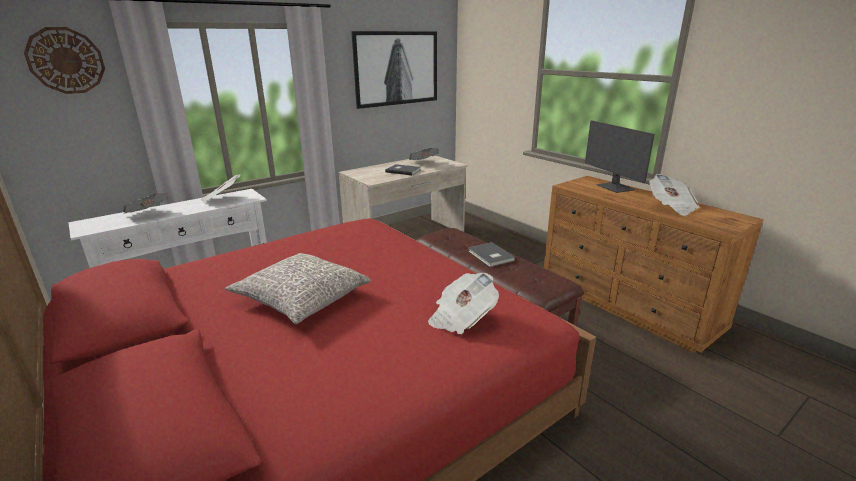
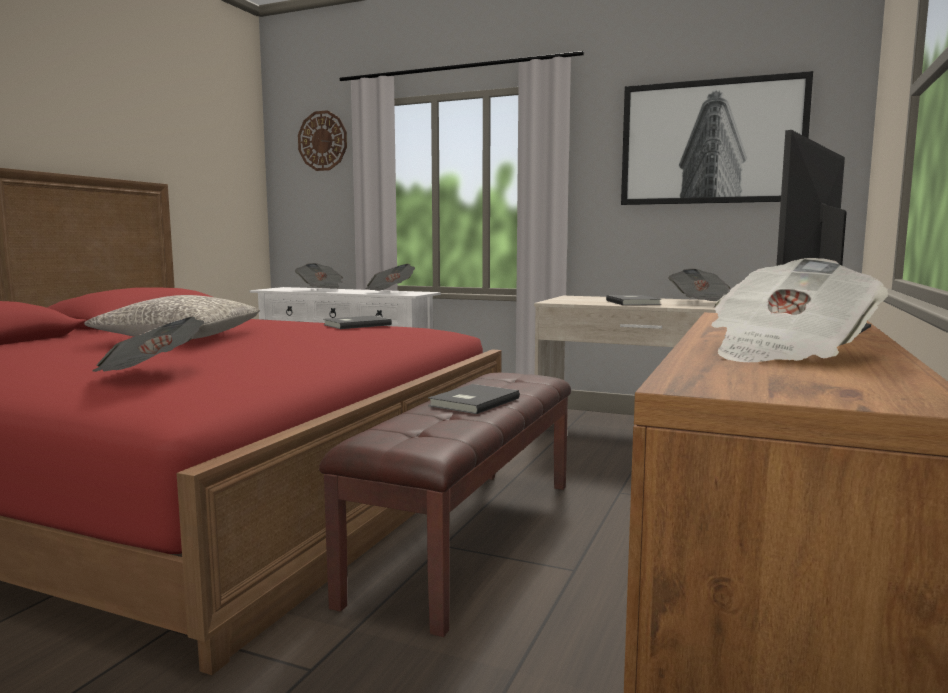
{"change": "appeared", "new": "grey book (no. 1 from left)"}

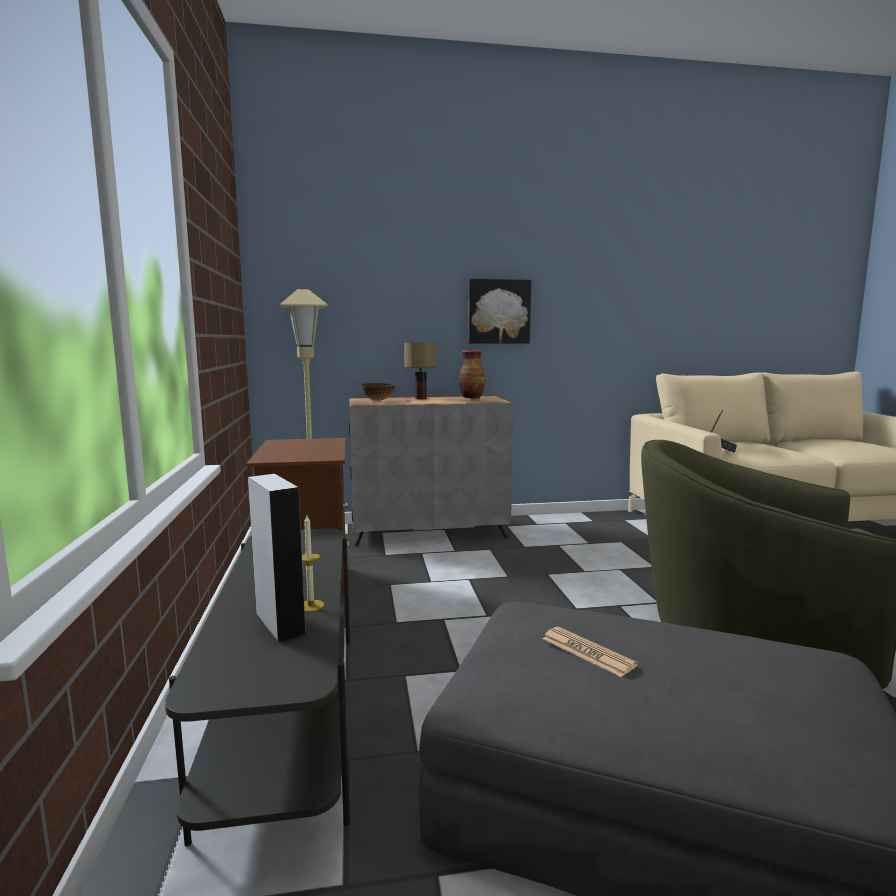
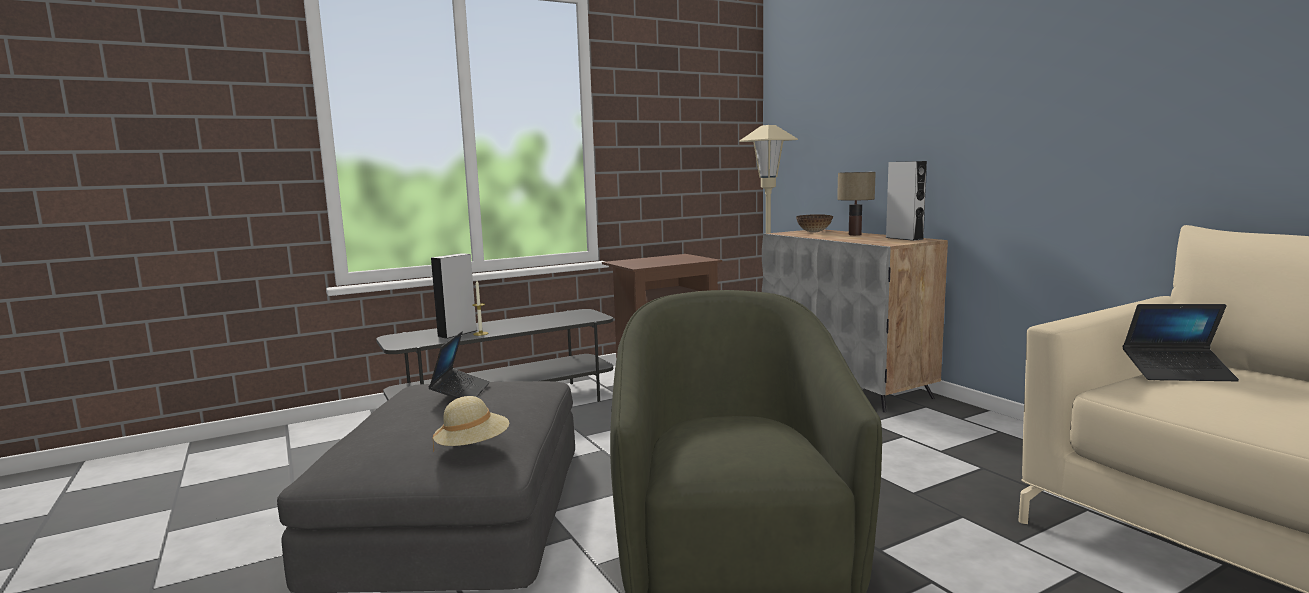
{"change": "missing", "old": "picture"}
{"change": "exchanged", "old": "vase", "new": "grey speaker (no. 2 from left)"}
{"change": "exchanged", "old": "newspaper", "new": "laptop (no. 1 from left)"}
{"change": "appeared", "new": "beige hat"}

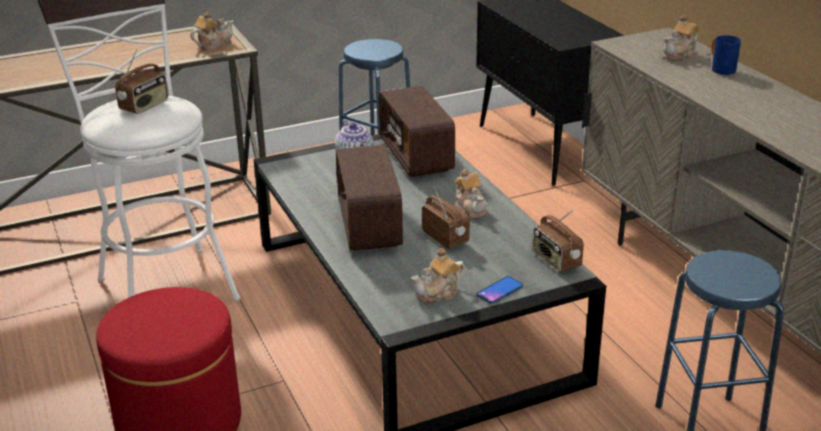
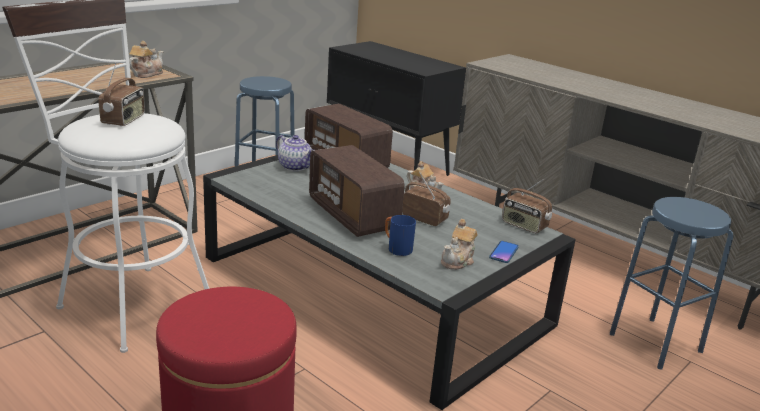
{"change": "missing", "old": "teapot (no. 5 from left)"}
{"change": "relocated", "old": "blue mug"}

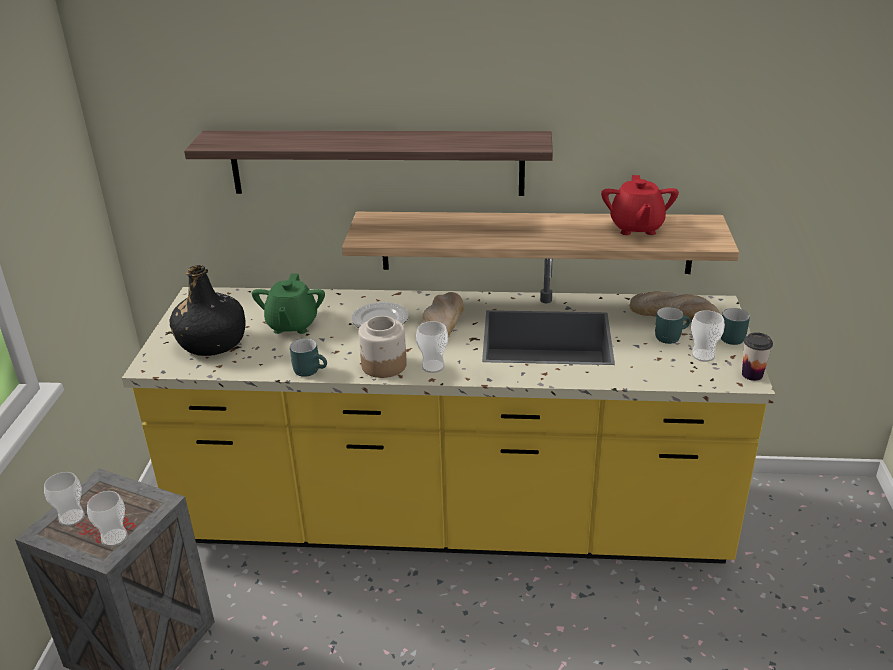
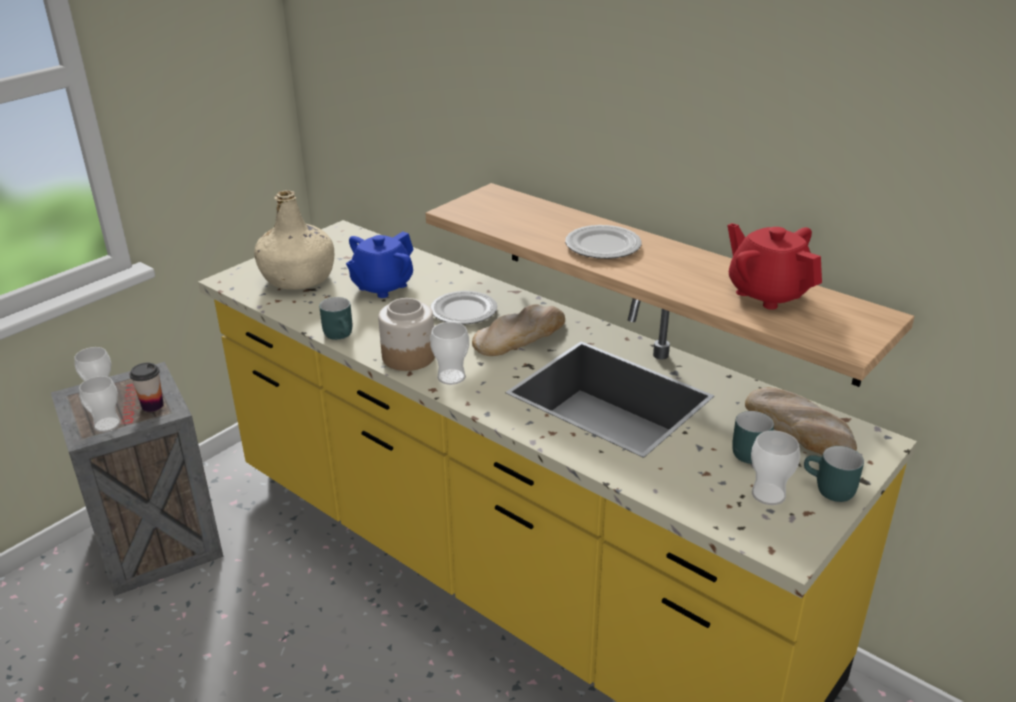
{"change": "missing", "old": "shelf (no. 1 from left)"}
{"change": "spun", "old": "red teapot", "degrees": 105}
{"change": "colour", "old": "black bottle", "new": "beige bottle"}
{"change": "colour", "old": "green teapot", "new": "blue teapot"}
{"change": "relocated", "old": "cup (no. 5 from left in the first image)", "new": "cup (no. 3 from left)"}
{"change": "appeared", "new": "plate (no. 2 from left)"}

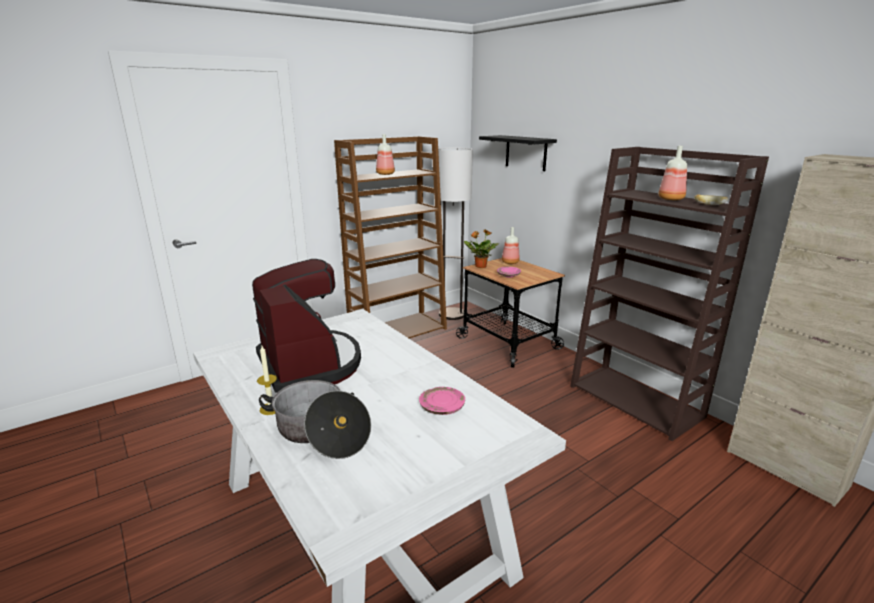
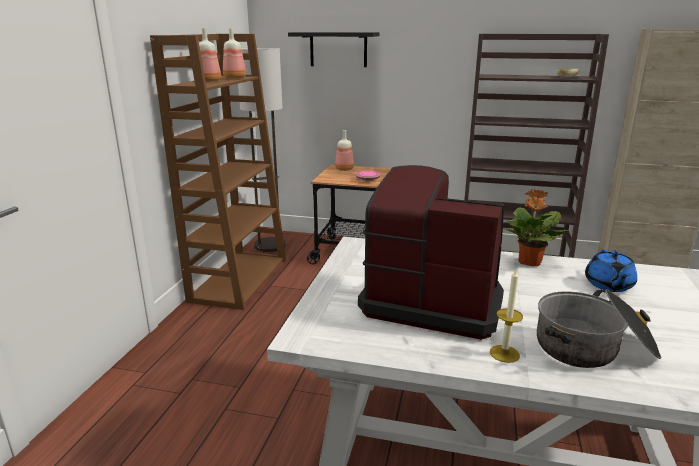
{"change": "relocated", "old": "bottle (no. 3 from left in the first image)", "new": "bottle (no. 2 from left)"}
{"change": "relocated", "old": "potted plant"}
{"change": "exchanged", "old": "pink plate (no. 1 from left)", "new": "blue teapot"}

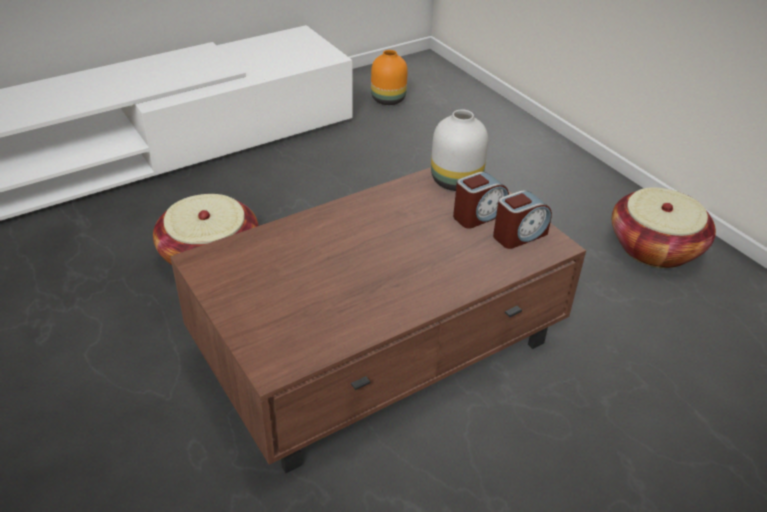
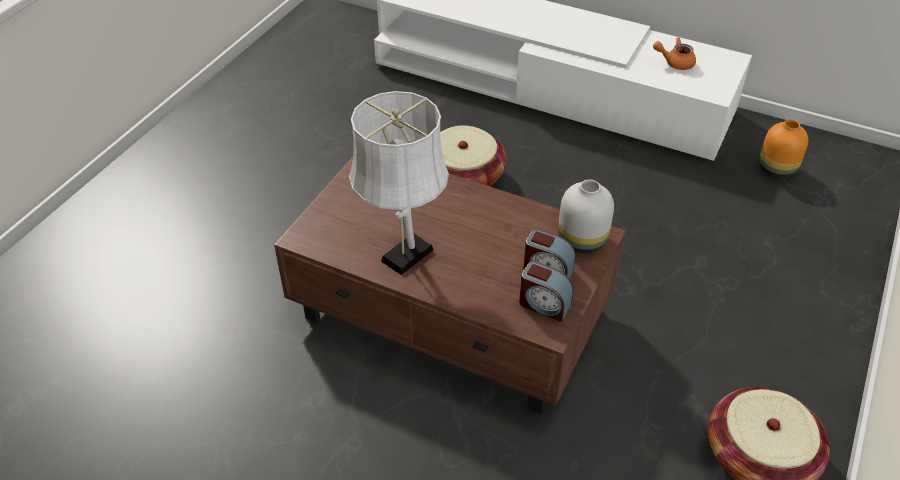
{"change": "appeared", "new": "orange teapot"}
{"change": "appeared", "new": "white table lamp"}

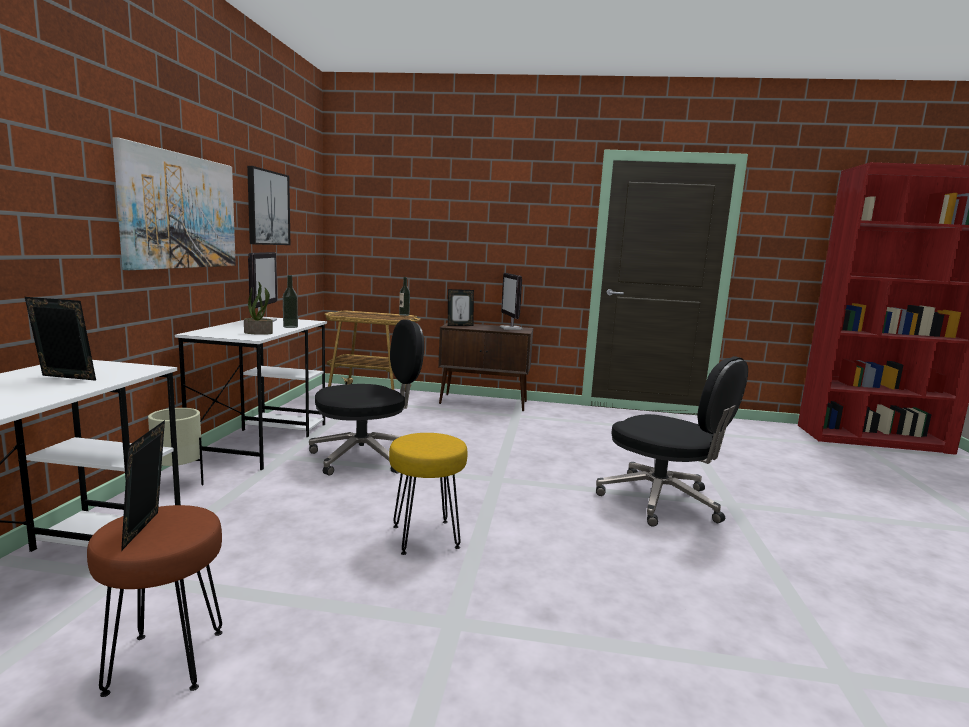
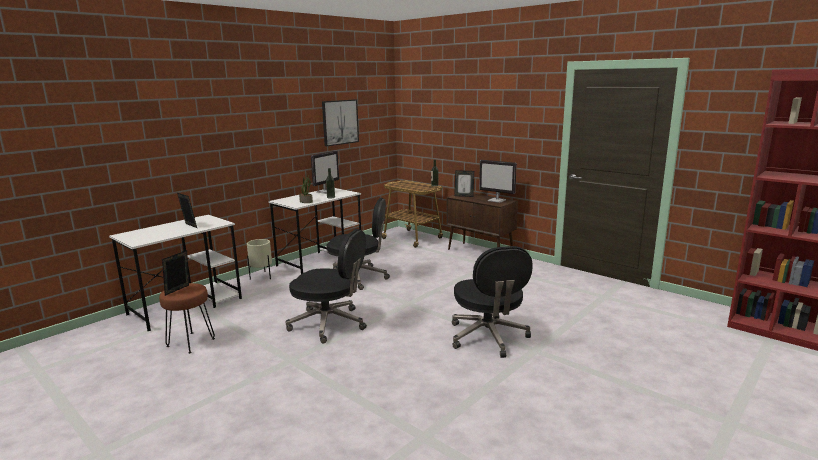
{"change": "missing", "old": "picture (no. 1 from left)"}
{"change": "spun", "old": "monitor (no. 2 from left)", "degrees": -75}
{"change": "exchanged", "old": "yellow stool", "new": "black office chair (no. 1 from left)"}

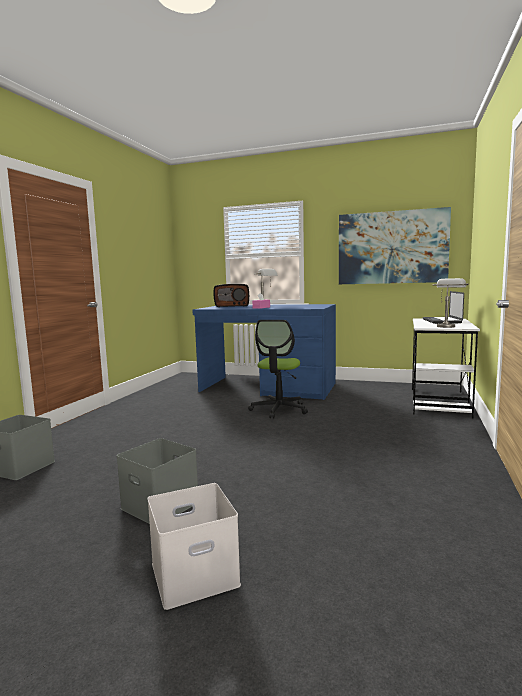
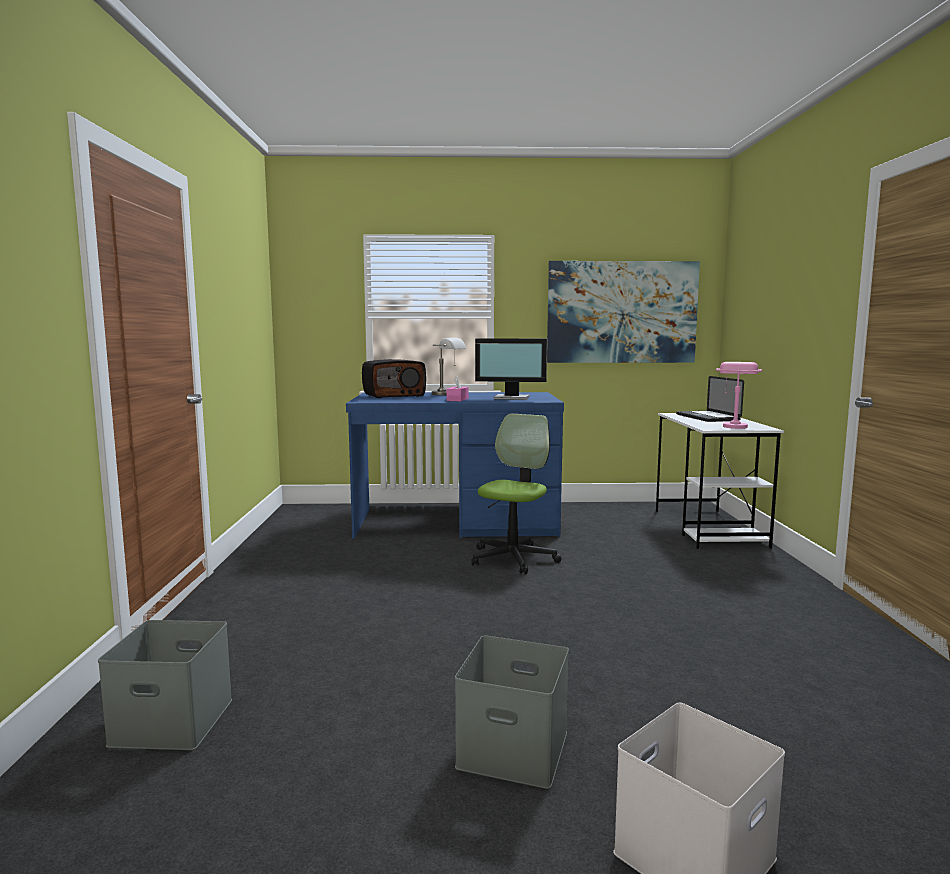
{"change": "colour", "old": "grey table lamp (no. 2 from left)", "new": "pink table lamp"}
{"change": "spun", "old": "office chair", "degrees": -150}
{"change": "appeared", "new": "monitor"}

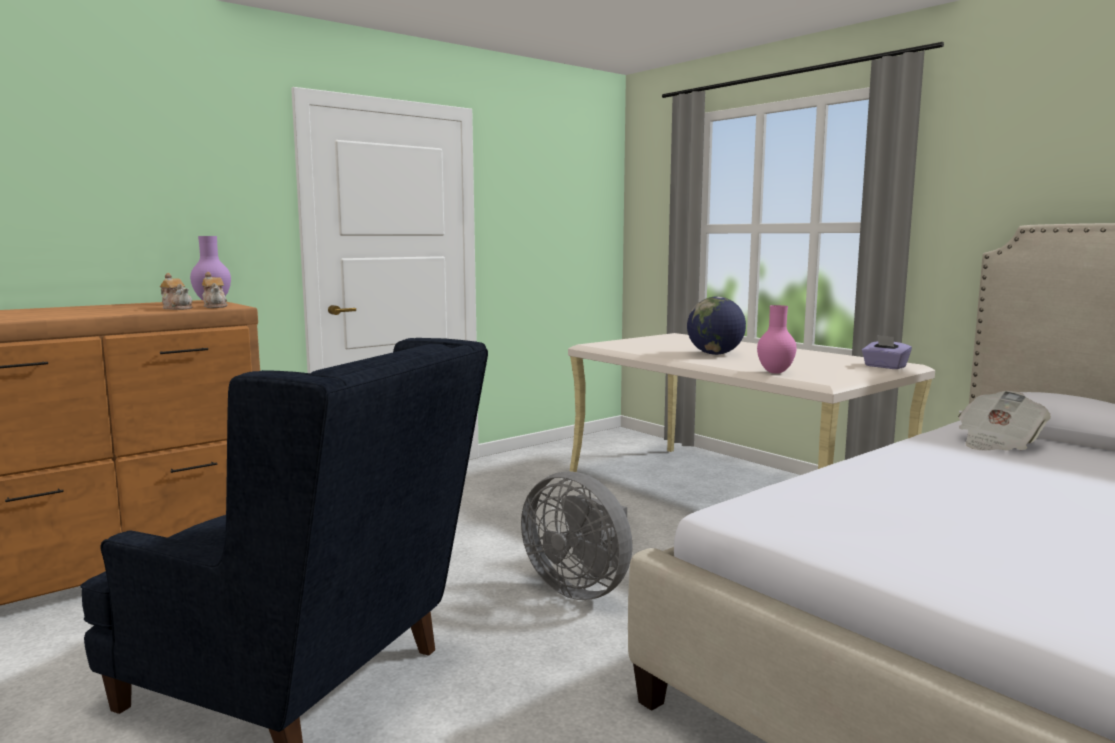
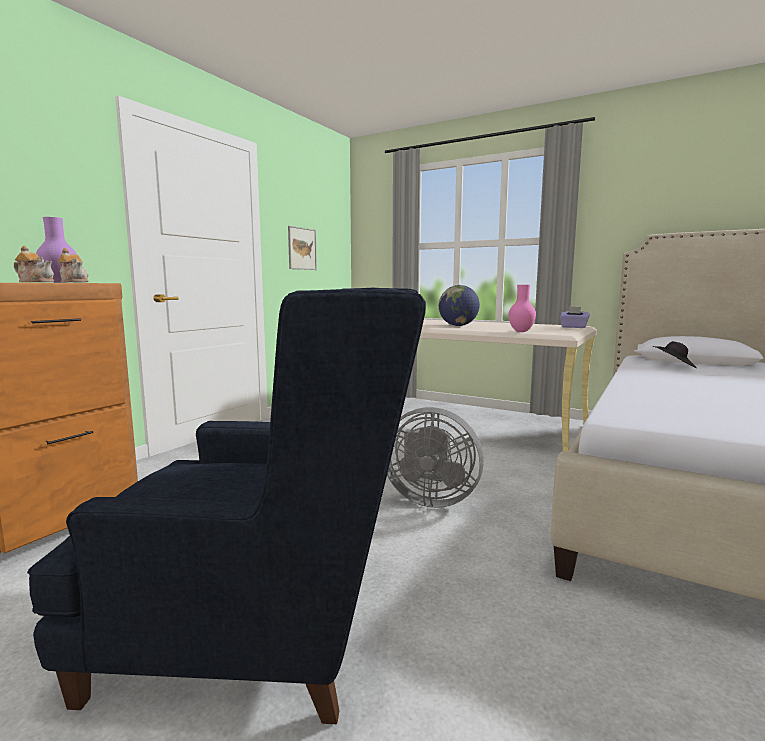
{"change": "exchanged", "old": "newspaper", "new": "black hat"}
{"change": "appeared", "new": "picture"}

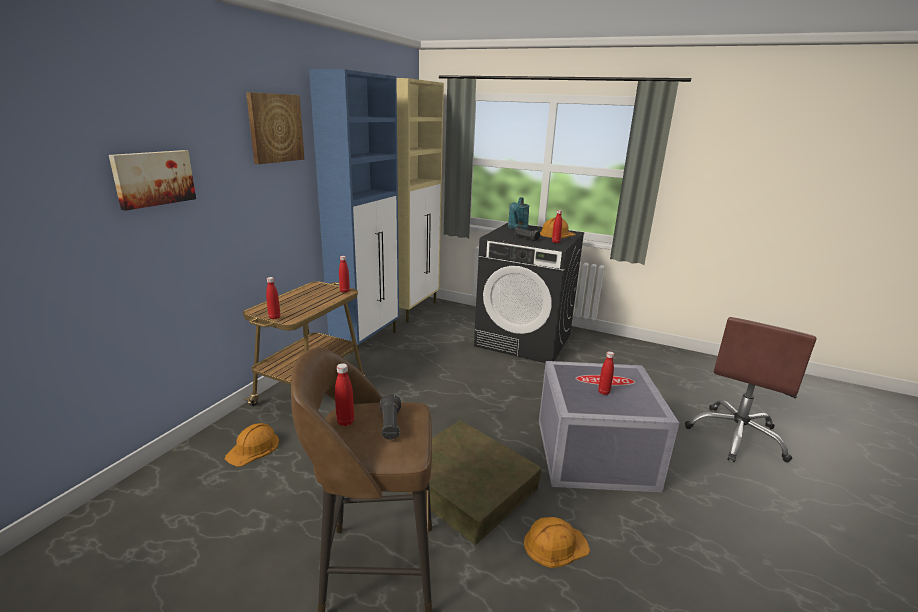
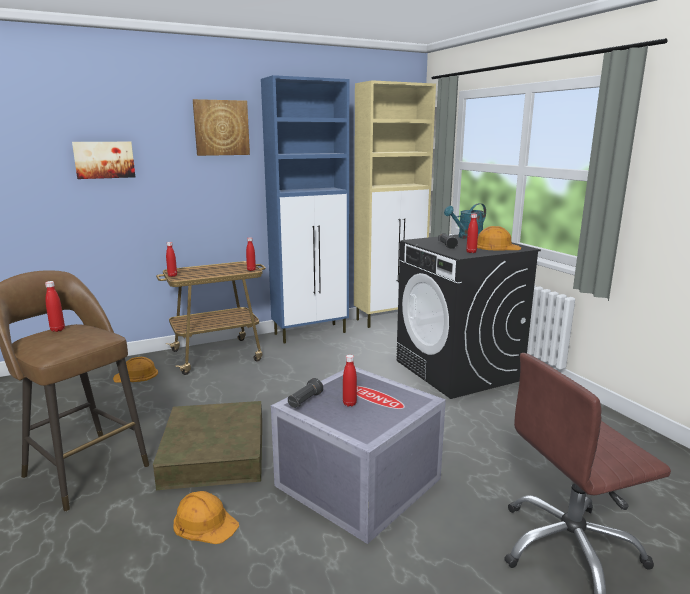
{"change": "relocated", "old": "black flashlight (no. 1 from left)"}

